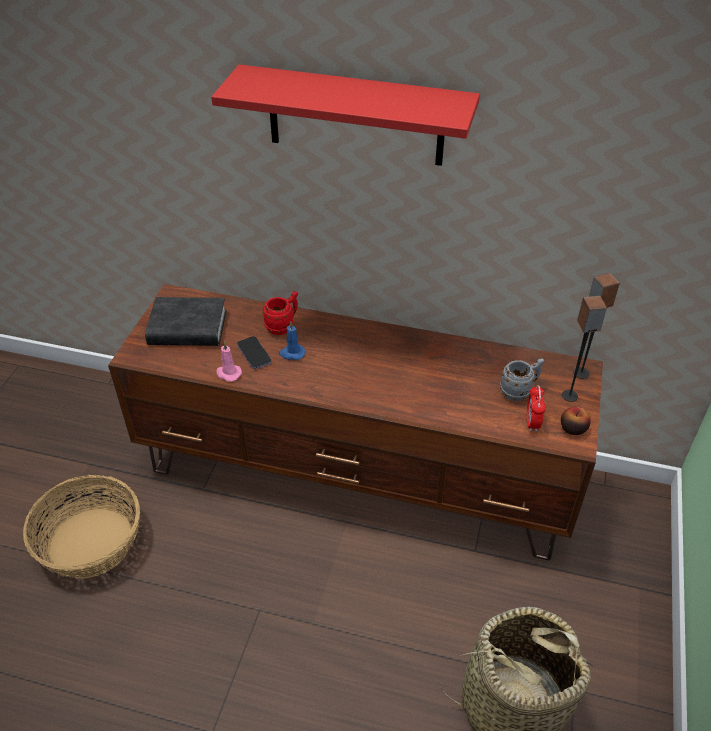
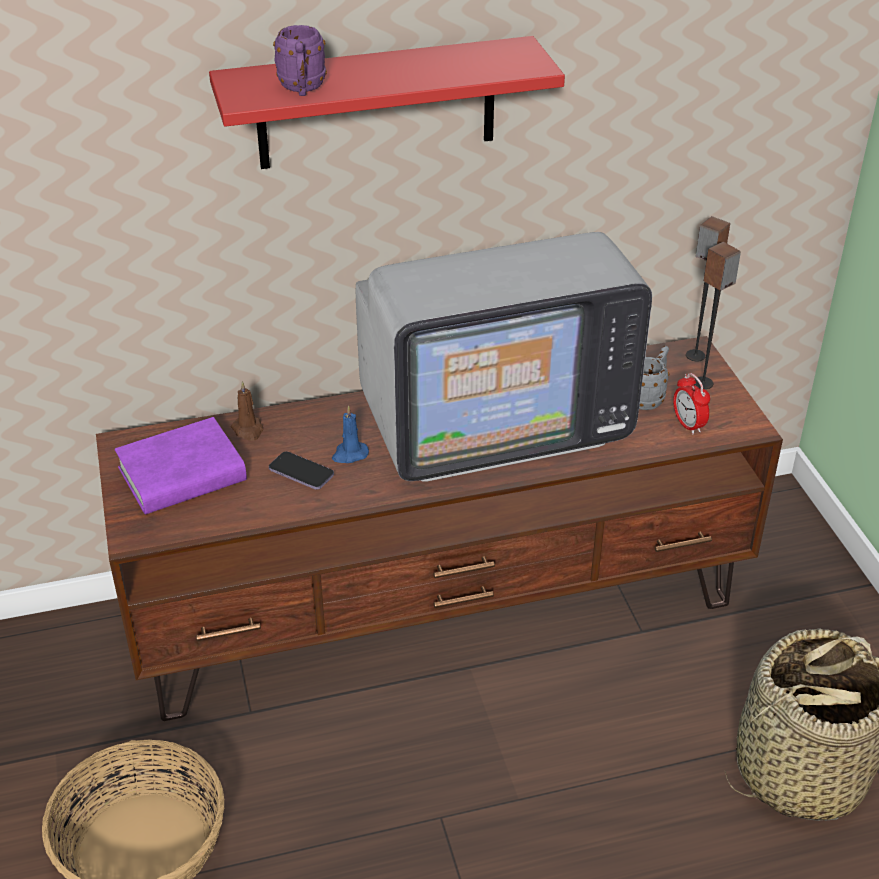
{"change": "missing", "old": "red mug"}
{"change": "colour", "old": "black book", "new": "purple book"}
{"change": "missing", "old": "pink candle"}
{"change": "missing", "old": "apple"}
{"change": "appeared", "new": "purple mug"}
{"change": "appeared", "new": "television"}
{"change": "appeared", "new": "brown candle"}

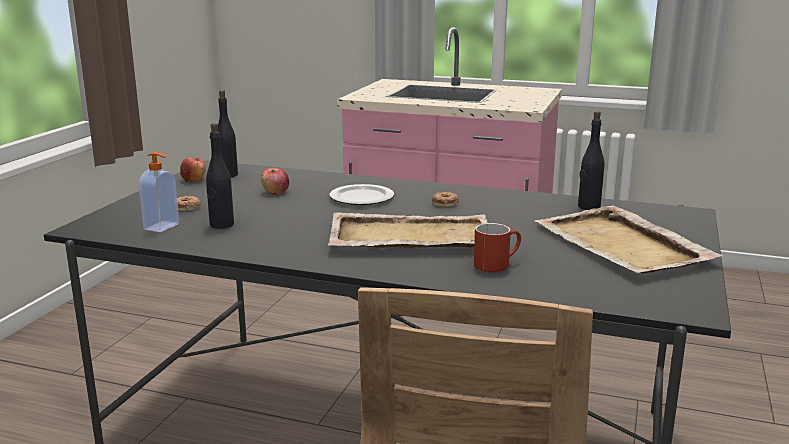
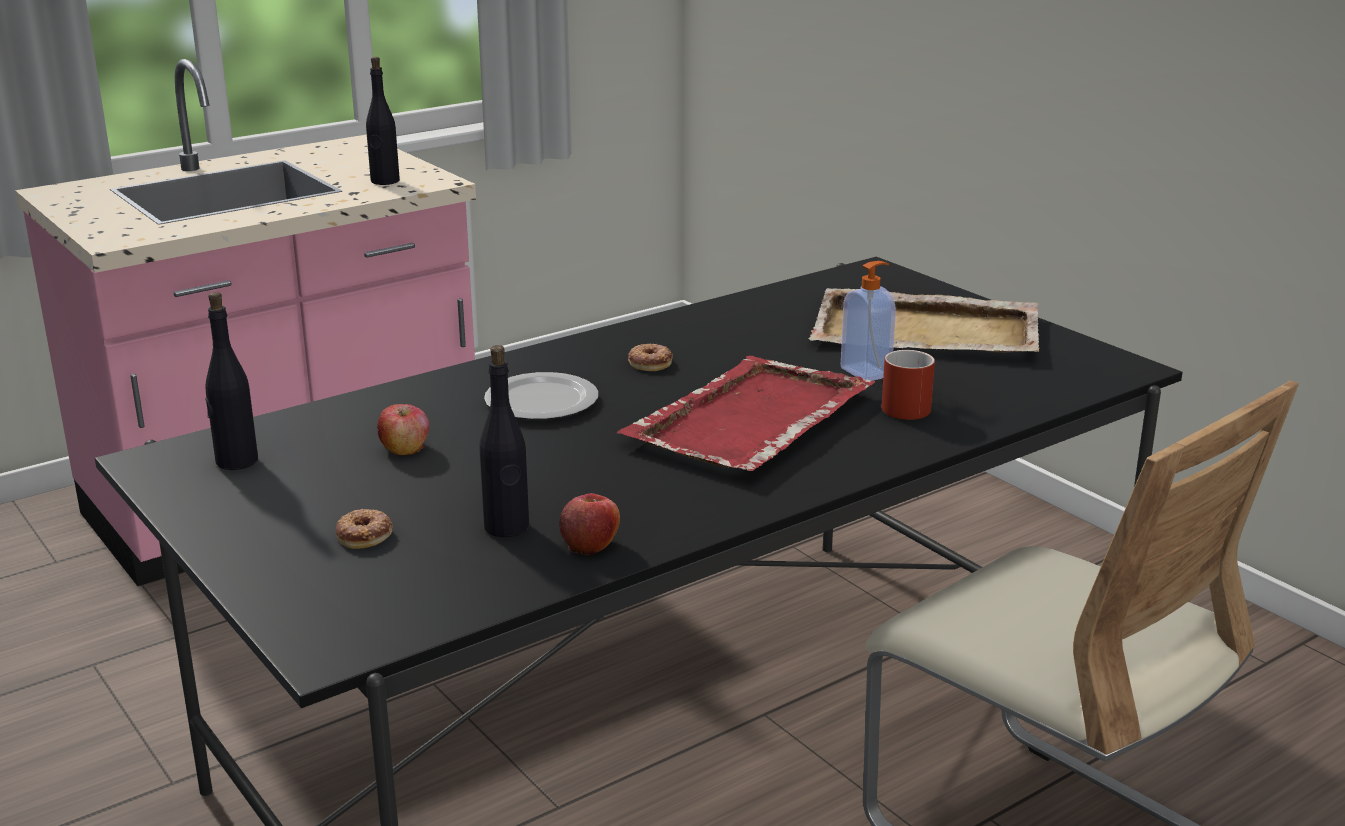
{"change": "relocated", "old": "black bottle (no. 3 from left in the first image)", "new": "black bottle (no. 2 from left)"}
{"change": "relocated", "old": "soap dispenser"}
{"change": "relocated", "old": "apple (no. 1 from left in the first image)", "new": "apple (no. 2 from left)"}
{"change": "colour", "old": "beige tray (no. 1 from left)", "new": "red tray"}

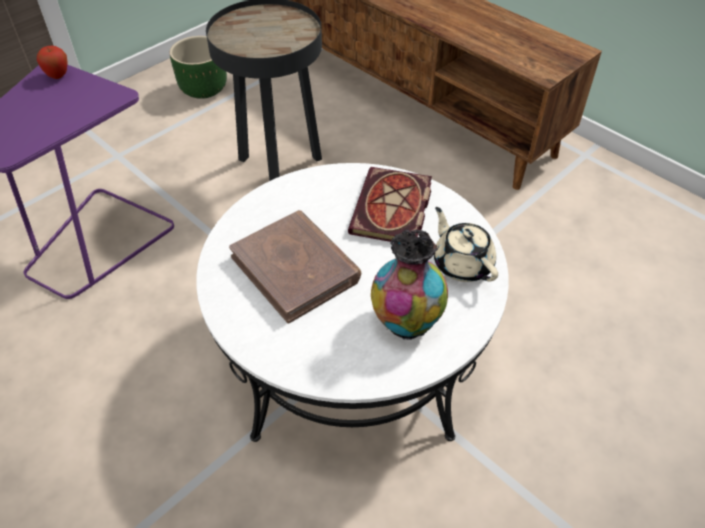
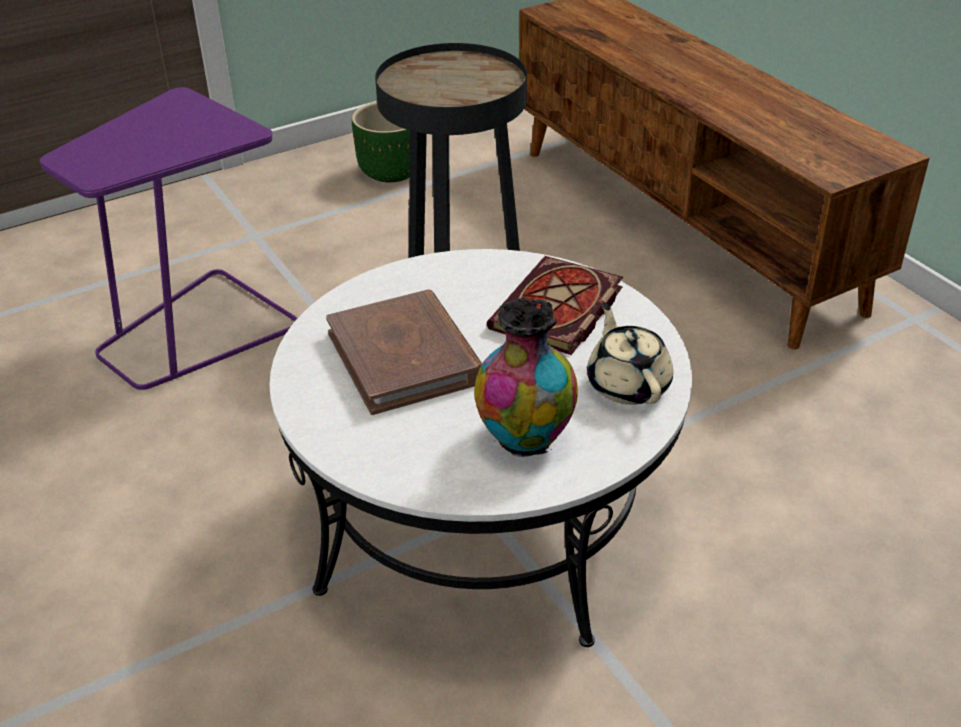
{"change": "missing", "old": "apple"}

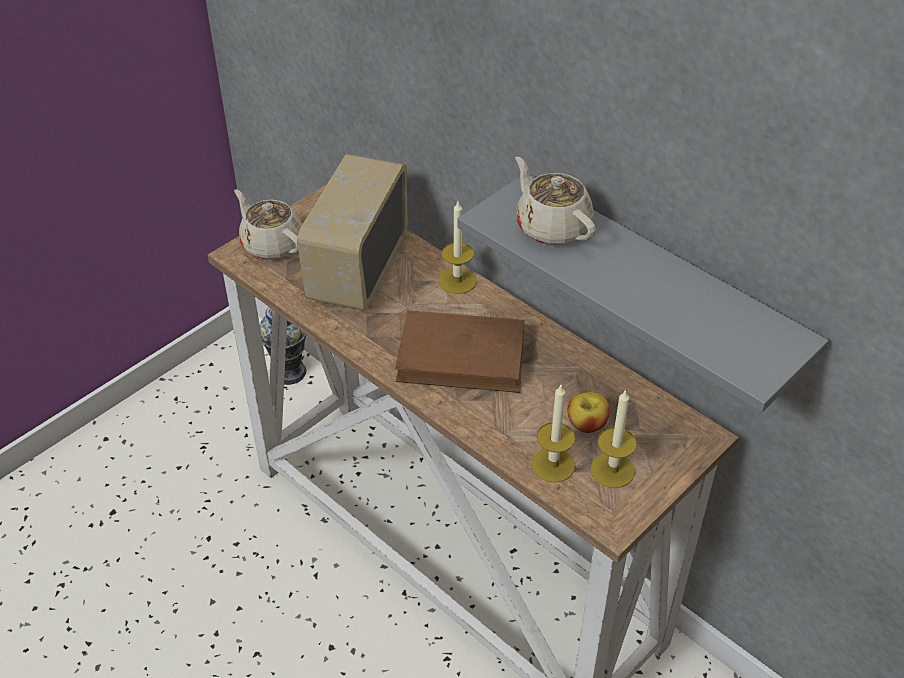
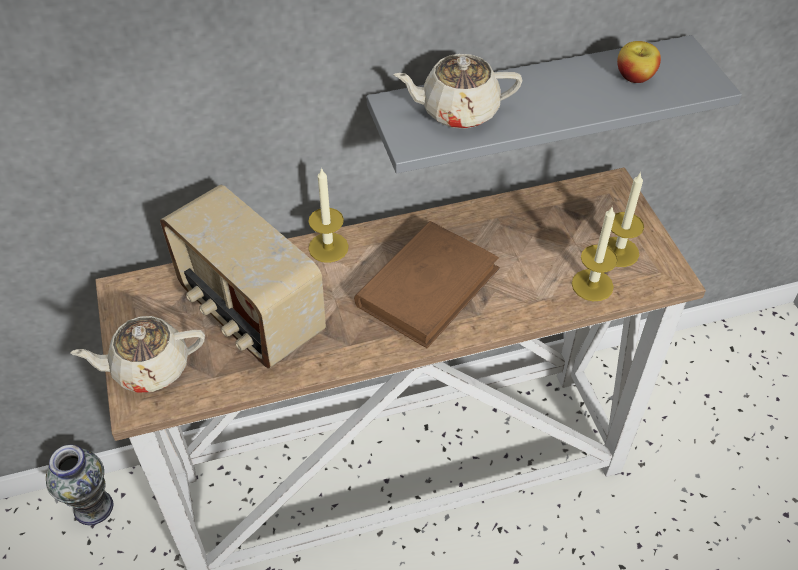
{"change": "relocated", "old": "apple"}

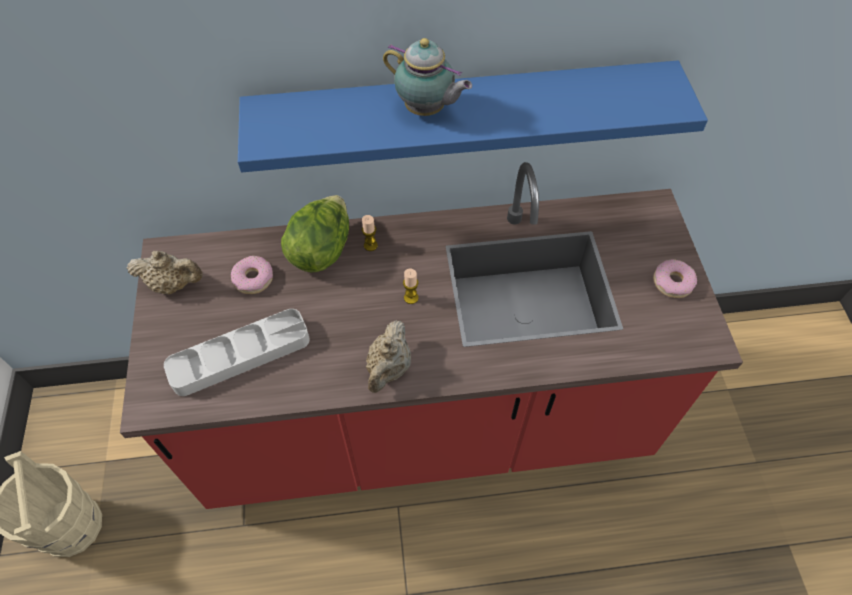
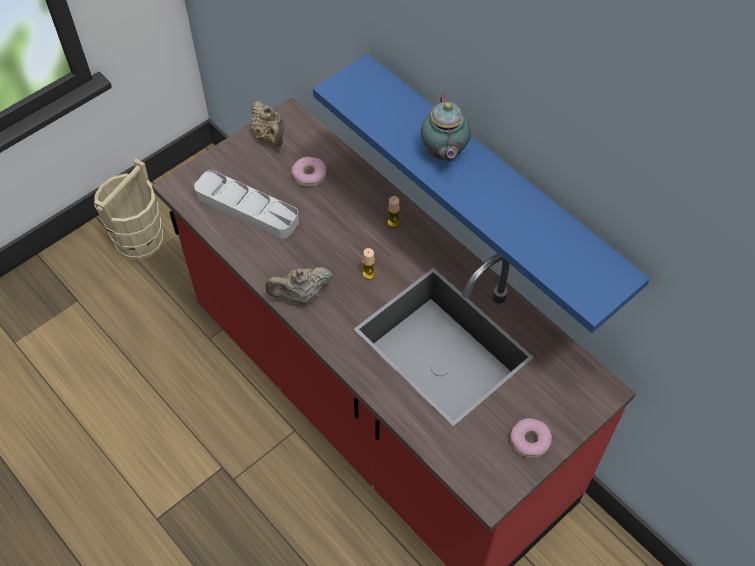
{"change": "missing", "old": "lettuce"}

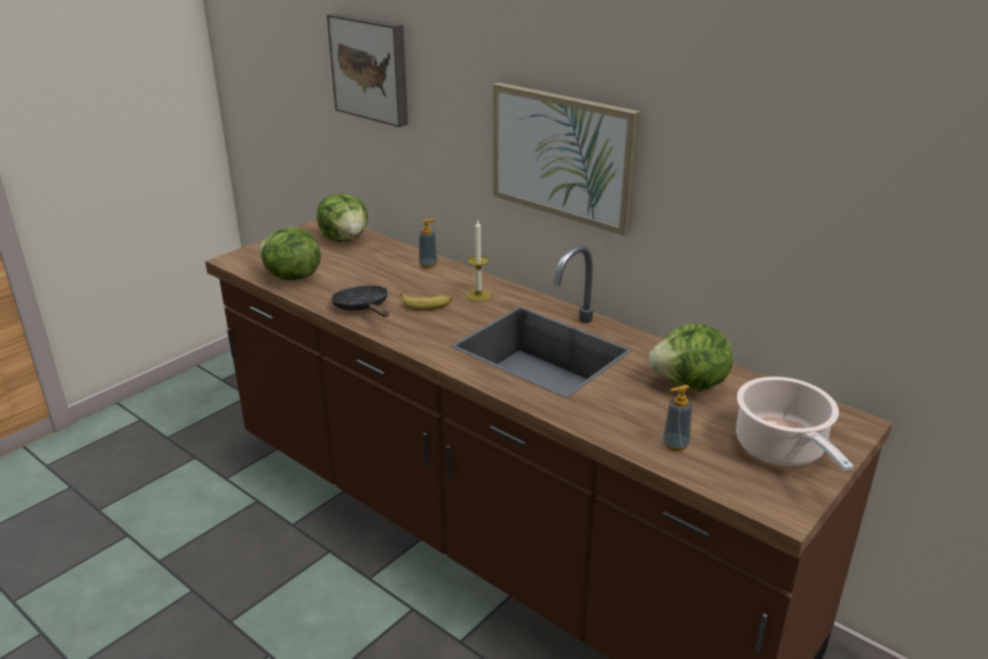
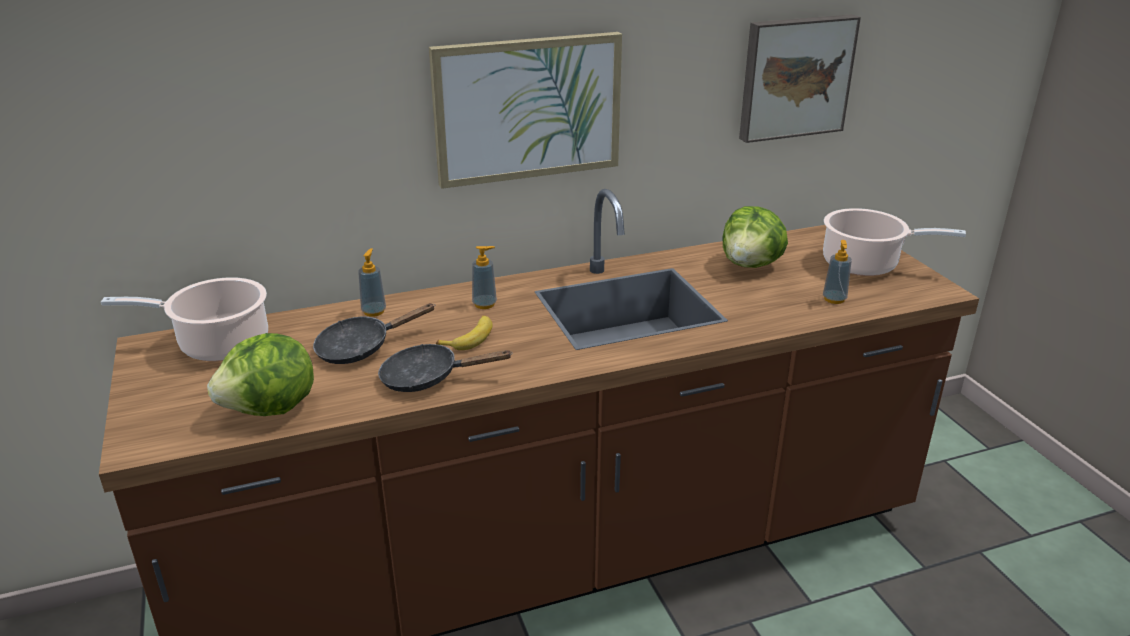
{"change": "relocated", "old": "picture (no. 1 from left in the first image)", "new": "picture (no. 2 from left)"}
{"change": "exchanged", "old": "lettuce (no. 2 from left)", "new": "cooking pot (no. 1 from left)"}
{"change": "exchanged", "old": "candle", "new": "soap dispenser (no. 2 from left)"}
{"change": "appeared", "new": "black frying pan (no. 1 from left)"}

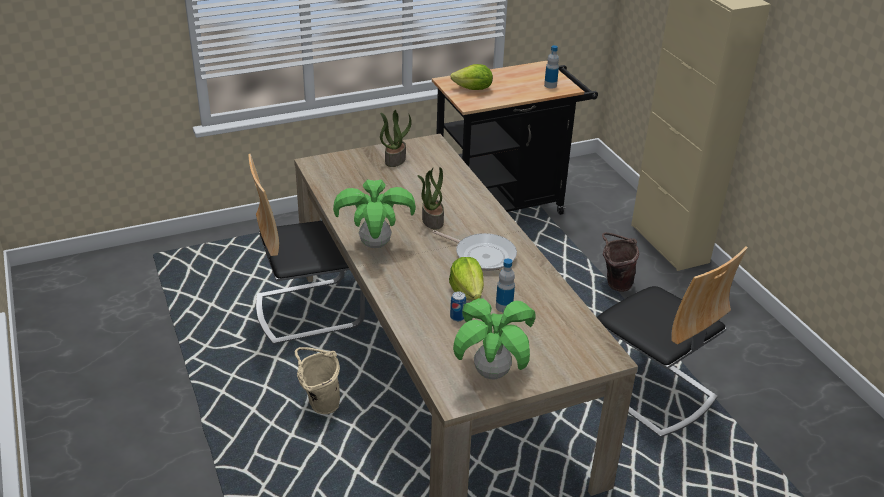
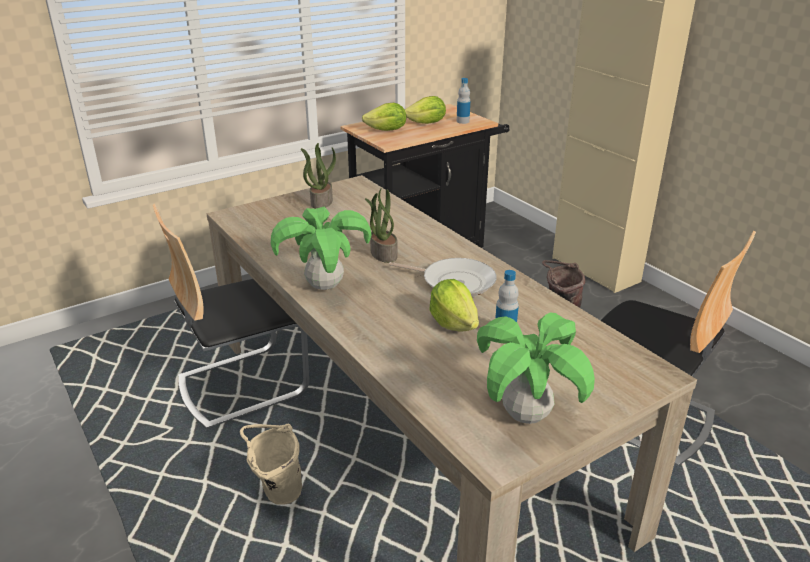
{"change": "missing", "old": "can"}
{"change": "appeared", "new": "lettuce (no. 2 from left)"}

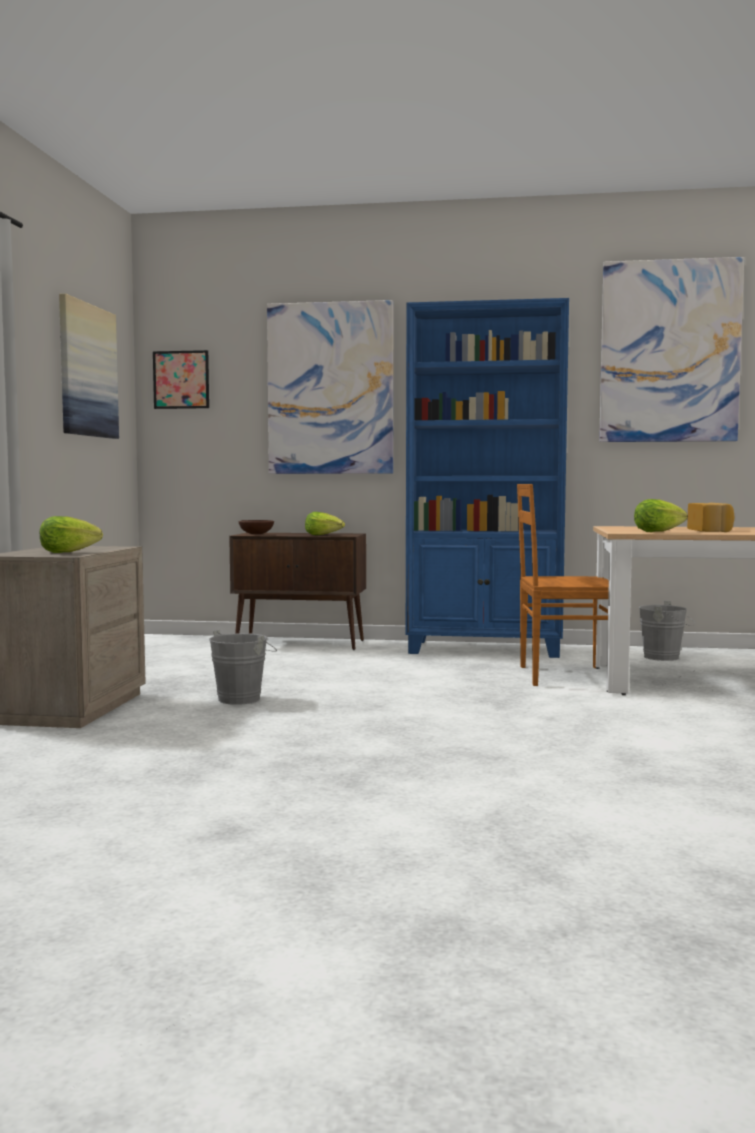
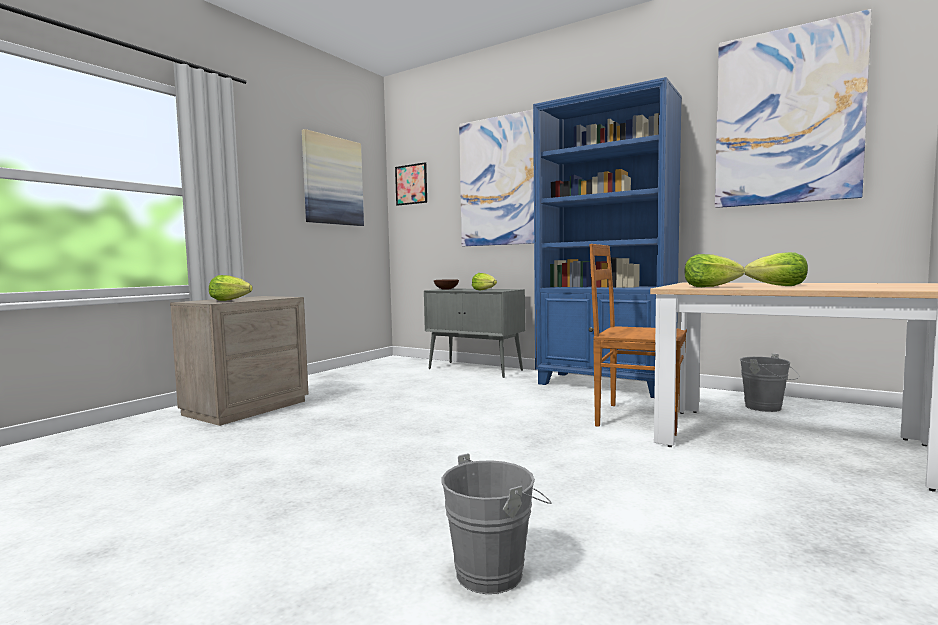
{"change": "exchanged", "old": "bread", "new": "lettuce (no. 4 from left)"}
{"change": "colour", "old": "brown cabinet", "new": "grey cabinet"}
{"change": "relocated", "old": "grey bucket (no. 1 from left)"}

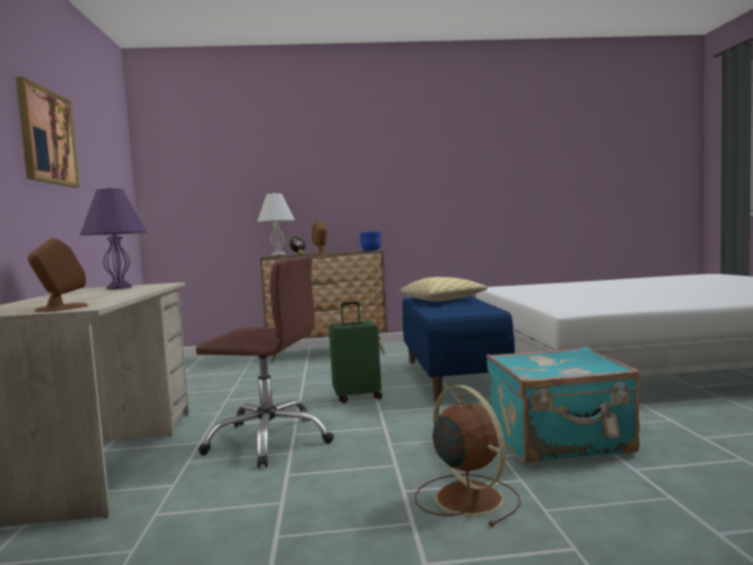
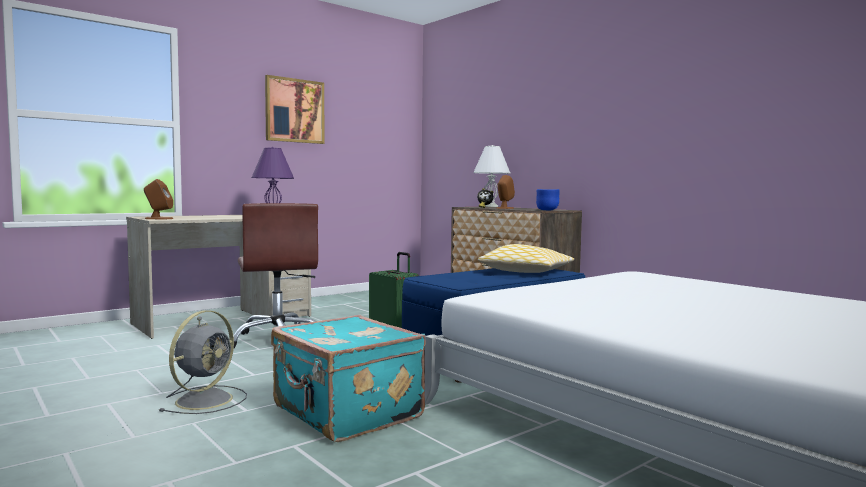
{"change": "colour", "old": "brown fan", "new": "grey fan"}

